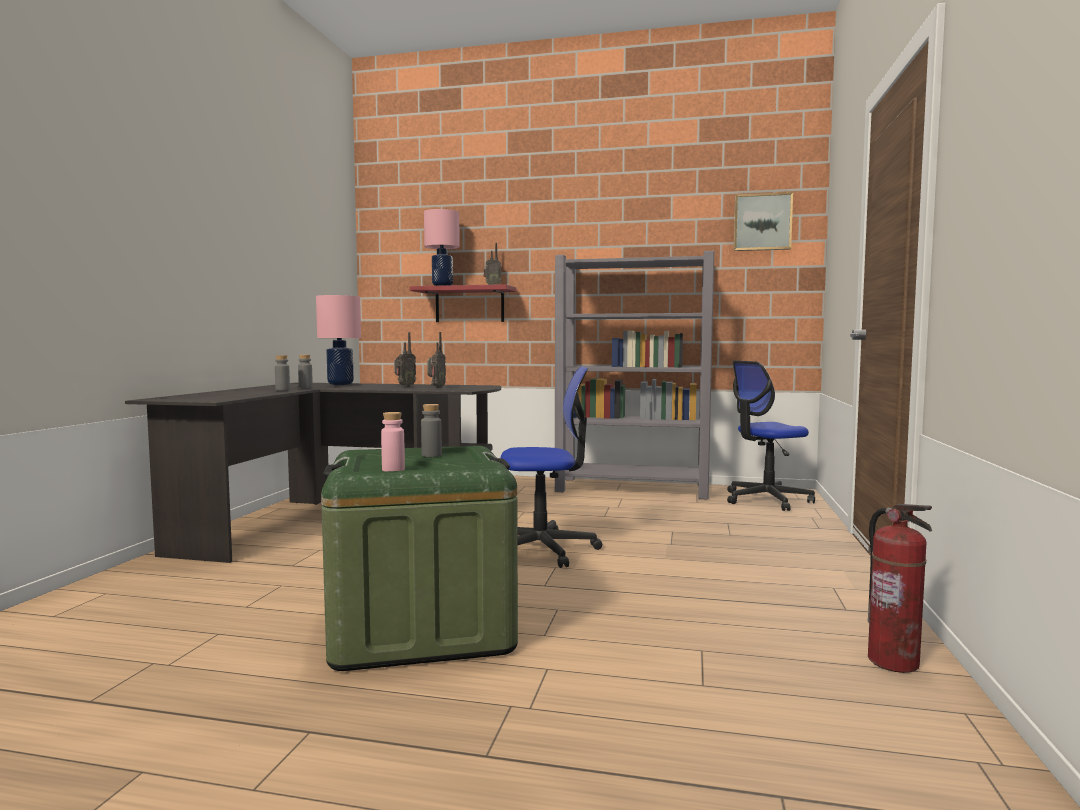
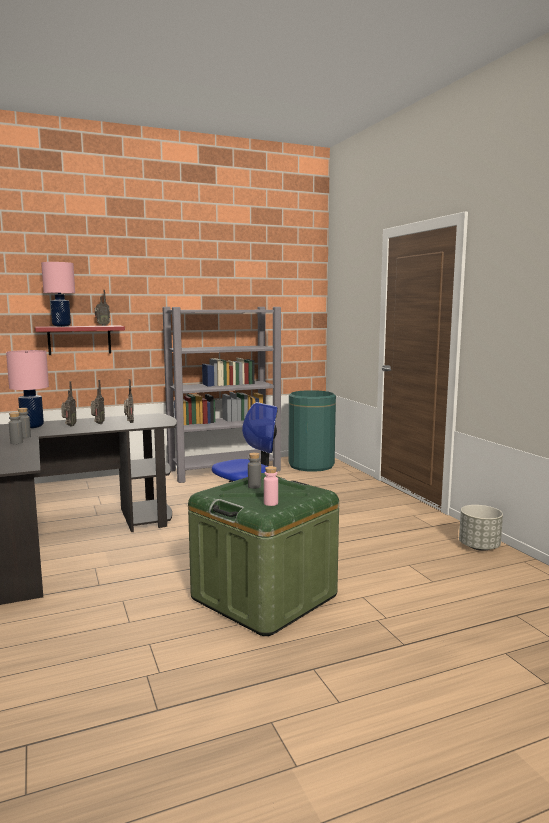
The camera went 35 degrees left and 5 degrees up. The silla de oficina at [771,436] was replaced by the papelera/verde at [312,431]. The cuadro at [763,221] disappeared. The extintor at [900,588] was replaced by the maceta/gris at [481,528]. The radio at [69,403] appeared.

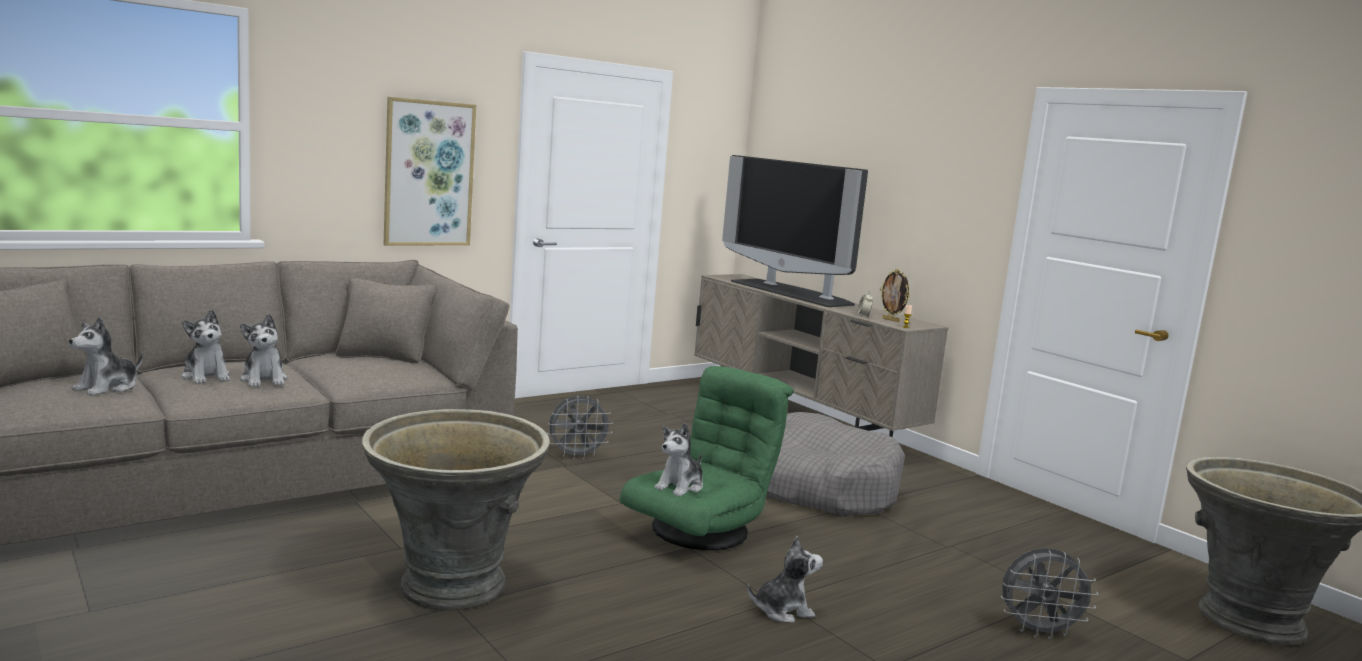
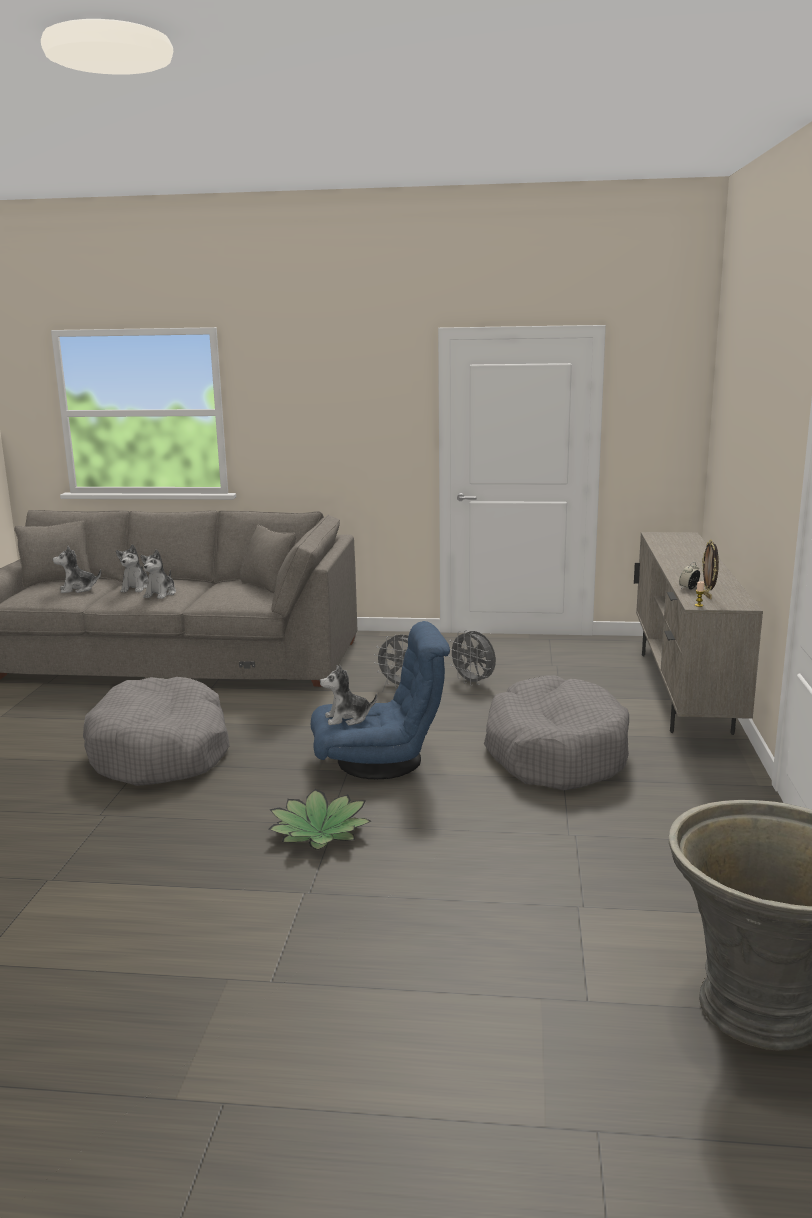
The camera went 45 degrees right and 5 degrees up. The maceta/gris at [456,510] was replaced by the cama para perro/gris at [156,731]. The cuadro at [430,171] disappeared. The sillón/verde at [707,458] became the sillón/azul at [380,700]. The televisor at [795,231] disappeared. The peluche at [785,579] was replaced by the planta en maceta at [320,819]. The ventilador/gris moved from [1050,593] to [472,658].

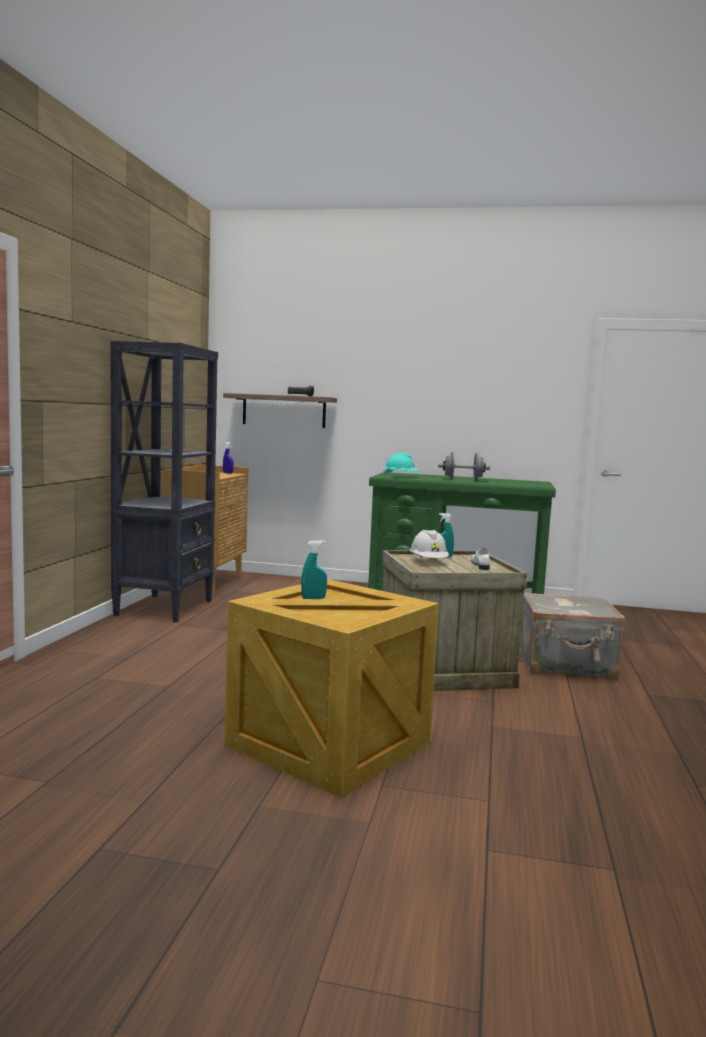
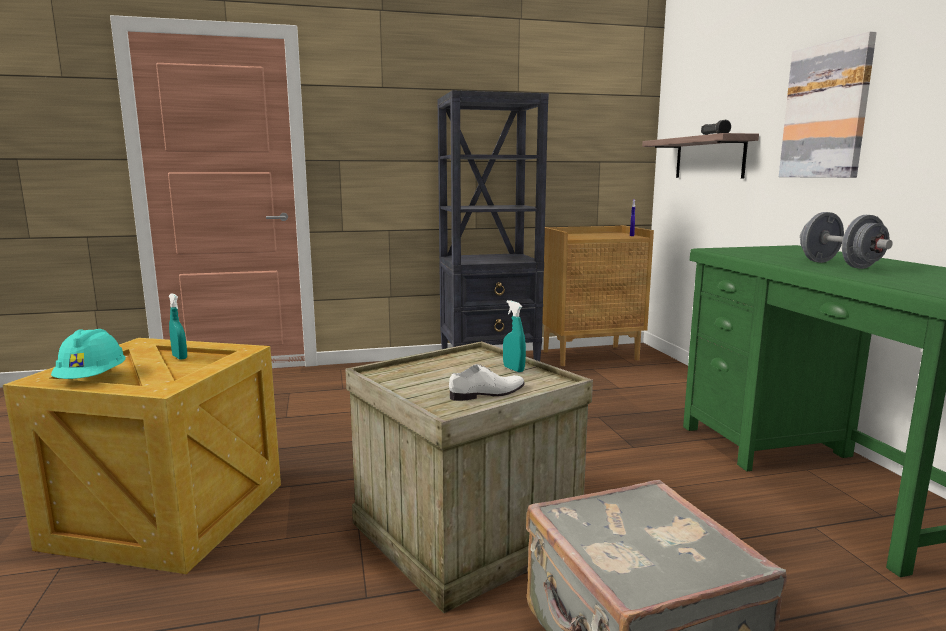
The camera went 65 degrees right and 5 degrees up. The casco/turquesa moved from [401,464] to [88,354]. The casco/blanco at [429,544] disappeared. The cuadro at [828,104] appeared.

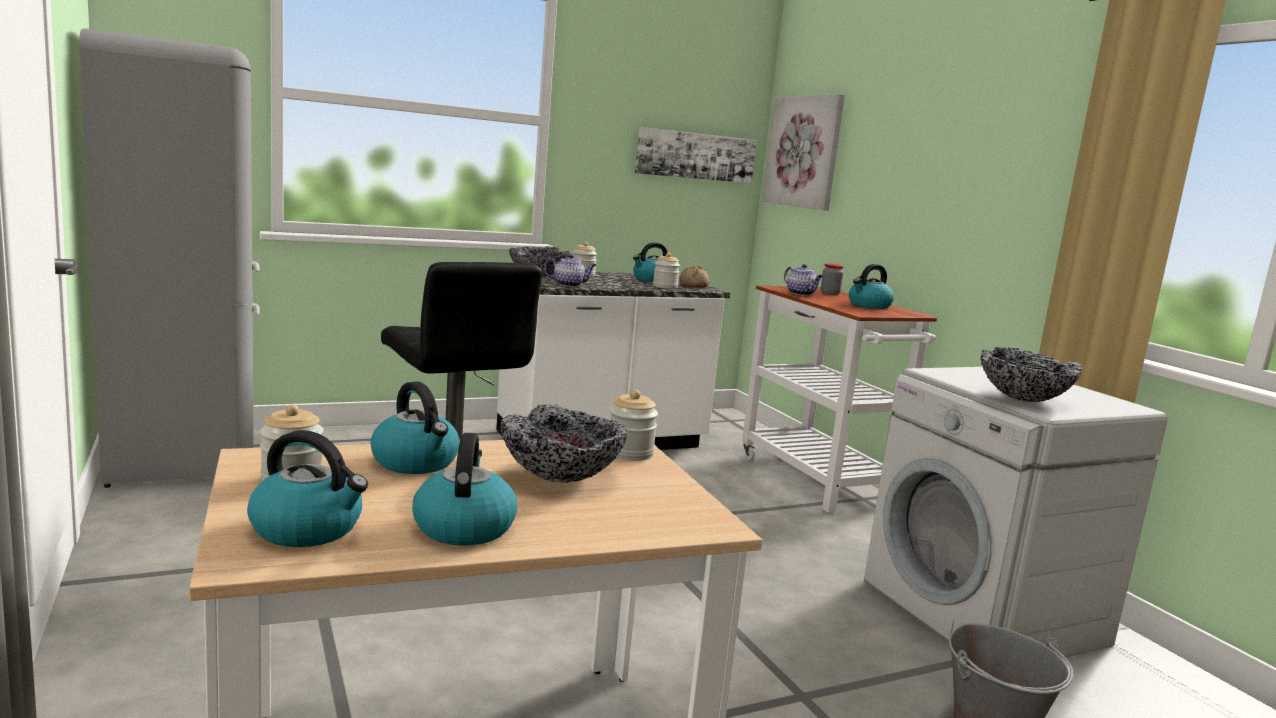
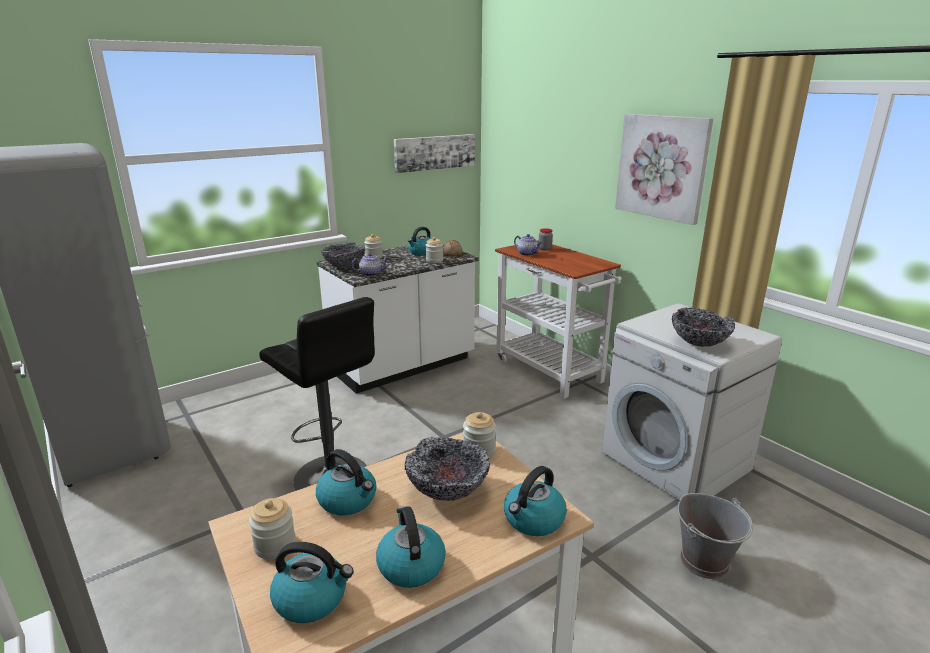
The camera went 10 degrees left and 10 degrees up. The cuadro moved from [803,152] to [664,169]. The hervidor moved from [871,286] to [535,501].

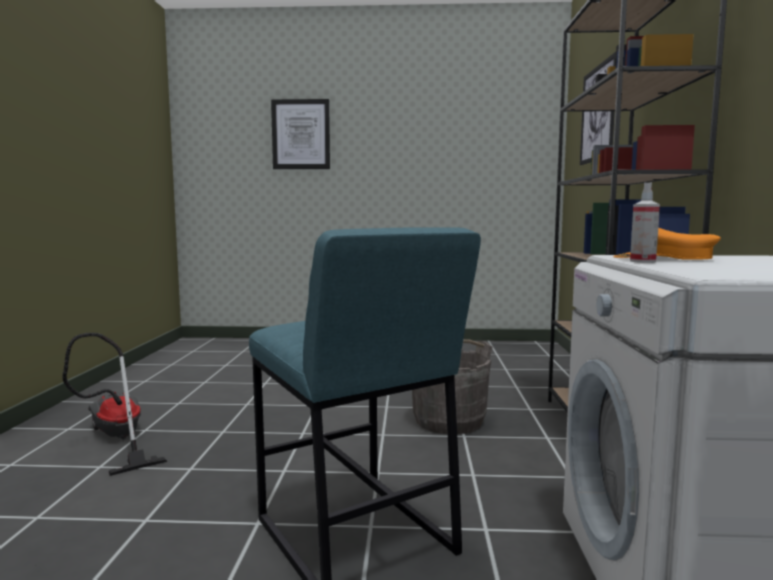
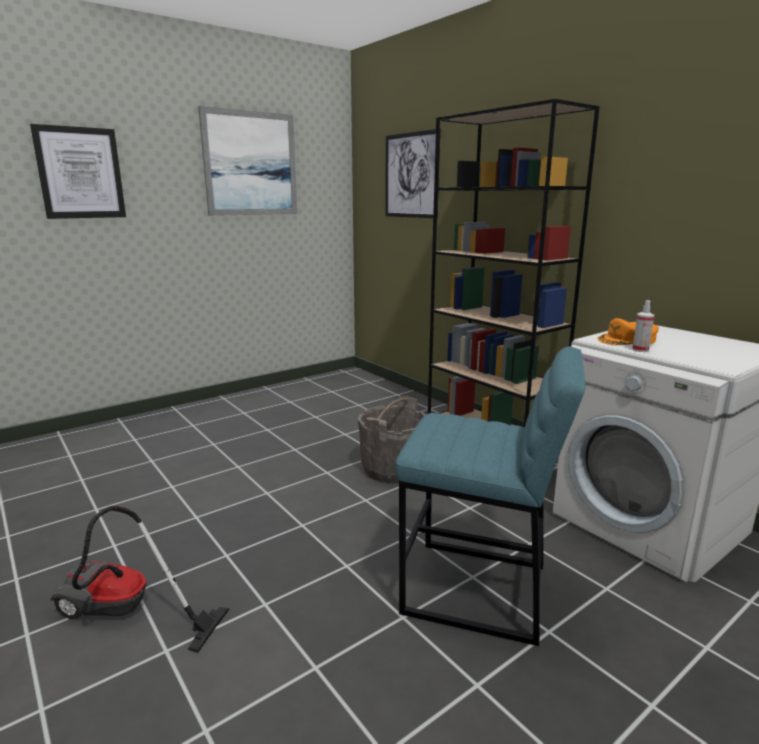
The camera went 40 degrees left and 10 degrees up. The cuadro at [247,161] appeared.

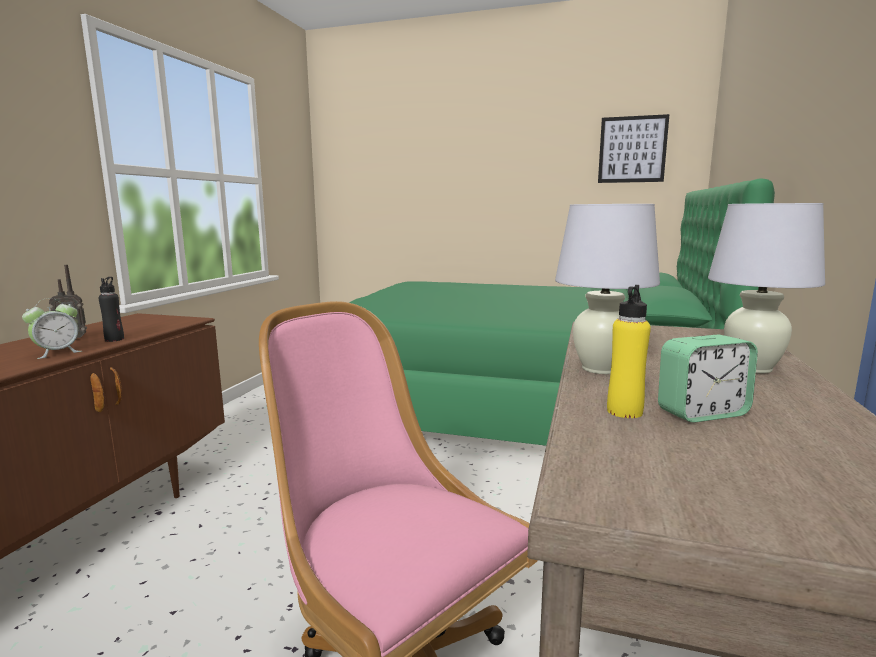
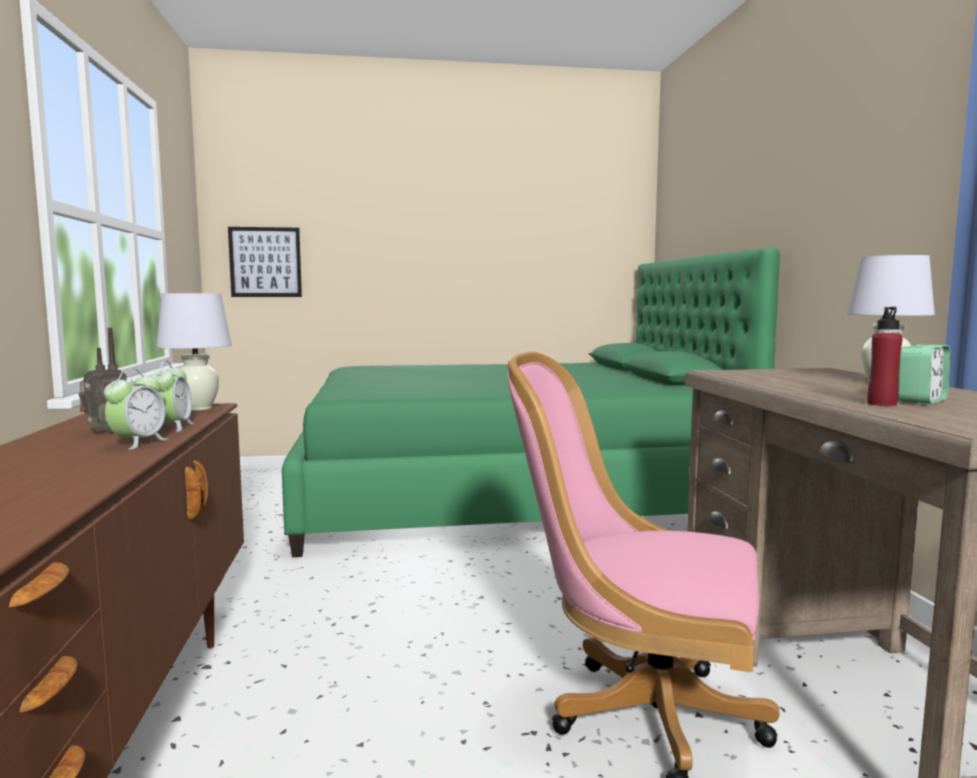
The camera went 25 degrees left and 5 degrees down. The botella/negro at [111,309] was replaced by the despertador at [172,396]. The lámpara de mesa/blanco moved from [607,289] to [194,352]. The cuadro moved from [634,148] to [265,262]. The botella/amarillo at [629,351] became the botella/rojo at [885,356].

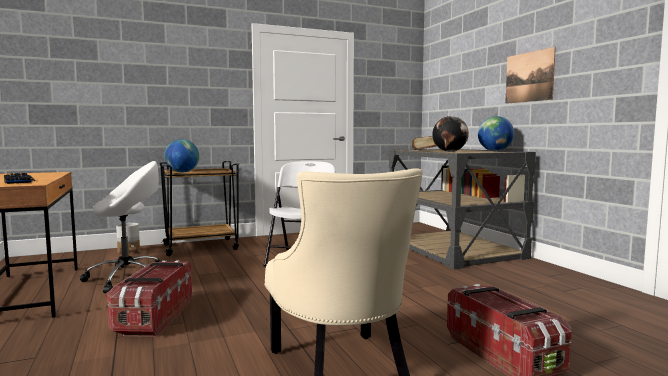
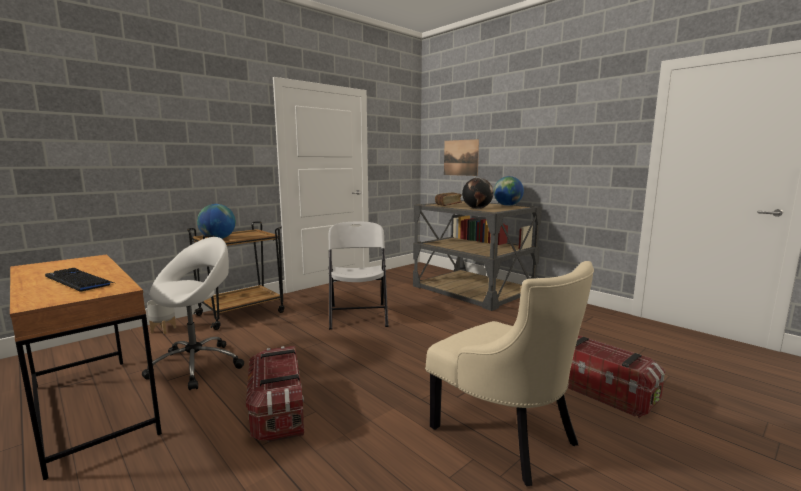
The camera went 20 degrees left and 5 degrees up. The cuadro moved from [530,75] to [461,157].

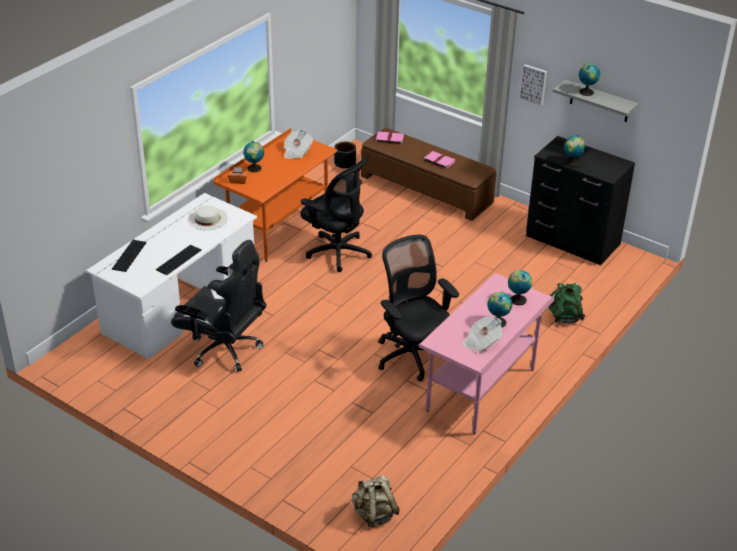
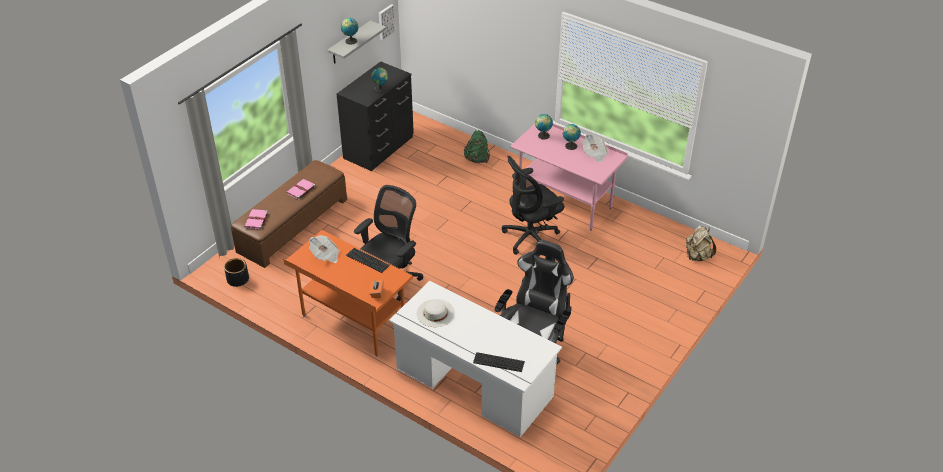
The camera went 90 degrees left and 5 degrees up. The teclado moved from [178,260] to [368,260]. The globo terráqueo at [253,156] disappeared. The cuadro moved from [533,85] to [387,22].

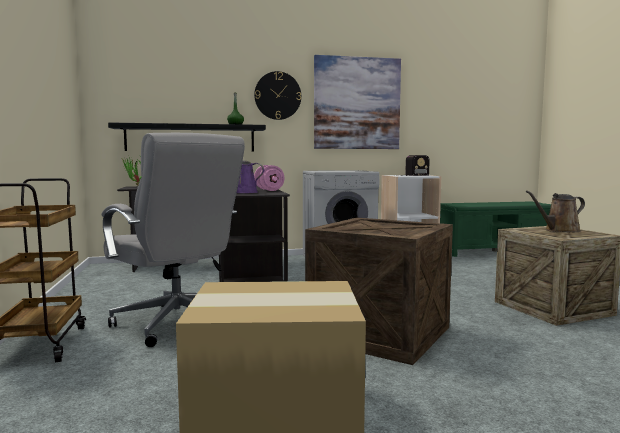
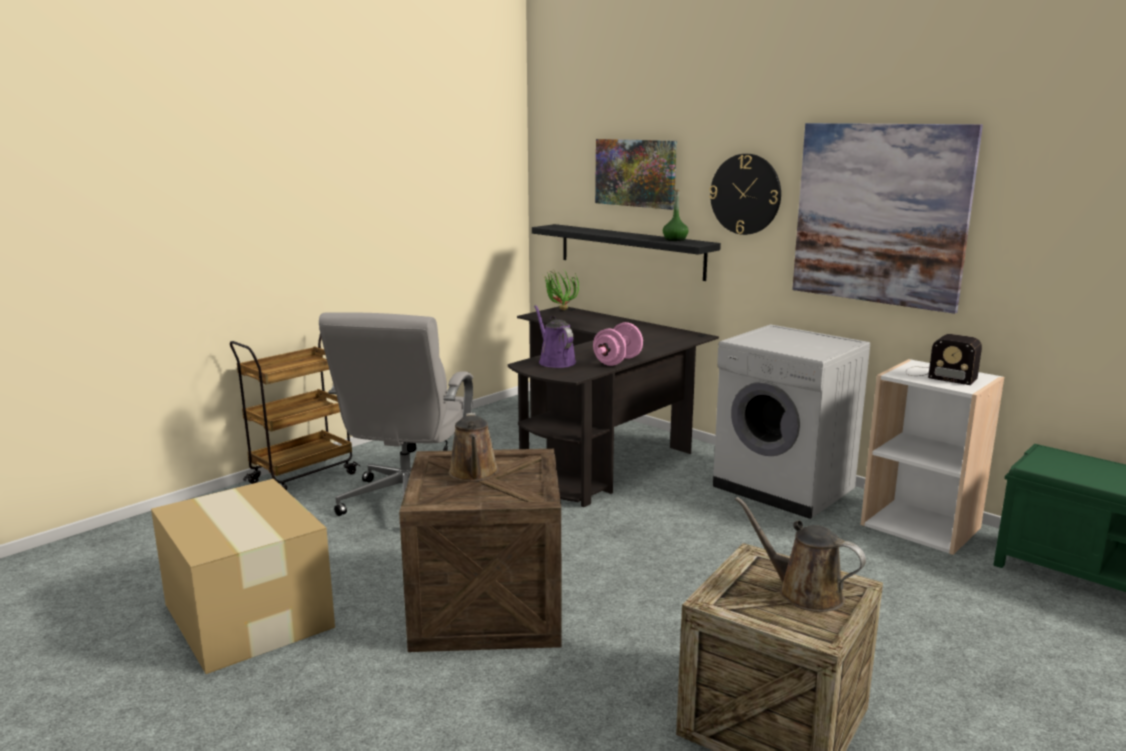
The camera went 55 degrees right and 10 degrees up. The regadera/marrón at [474,447] appeared. The cuadro at [636,174] appeared.

